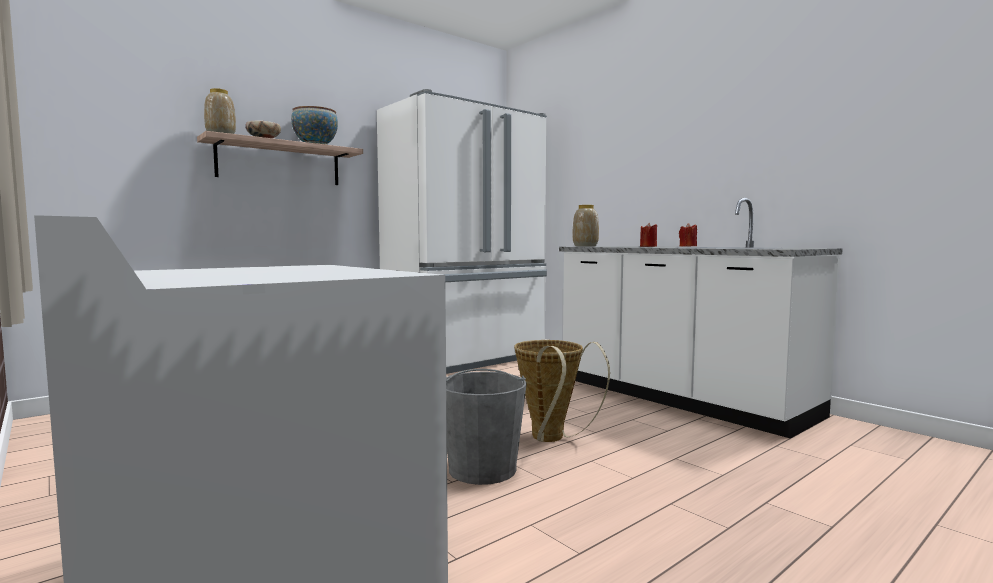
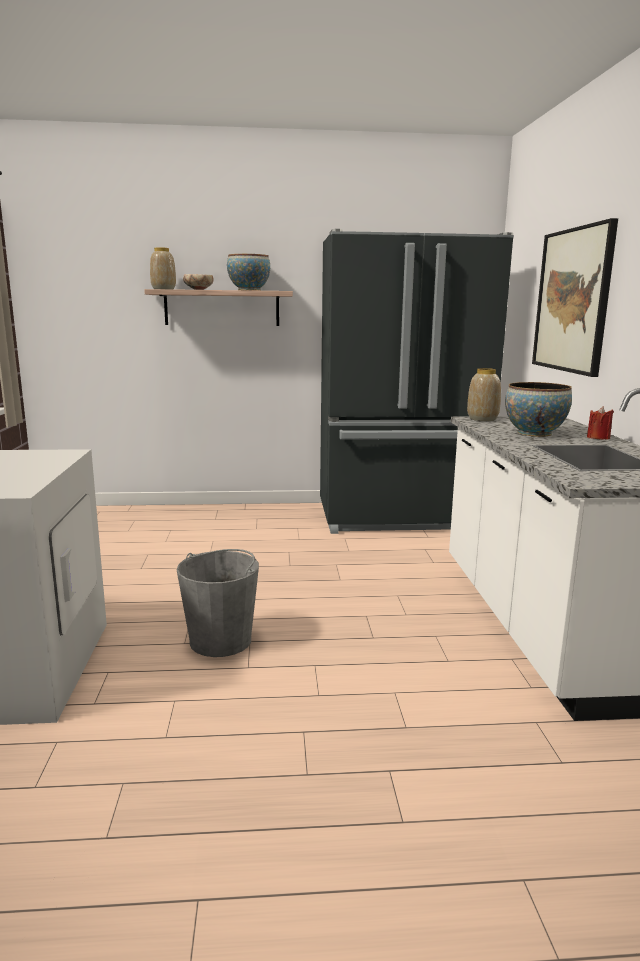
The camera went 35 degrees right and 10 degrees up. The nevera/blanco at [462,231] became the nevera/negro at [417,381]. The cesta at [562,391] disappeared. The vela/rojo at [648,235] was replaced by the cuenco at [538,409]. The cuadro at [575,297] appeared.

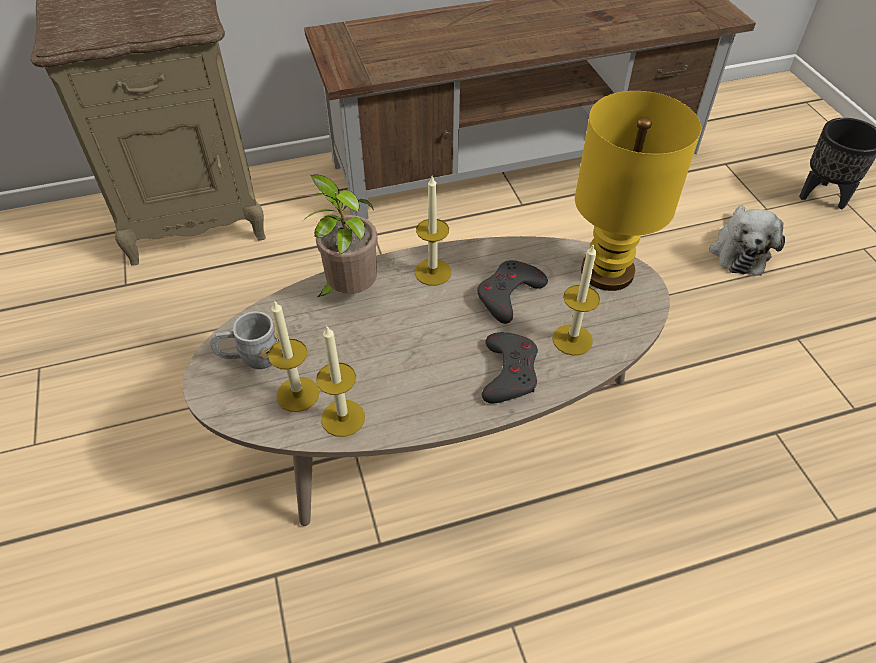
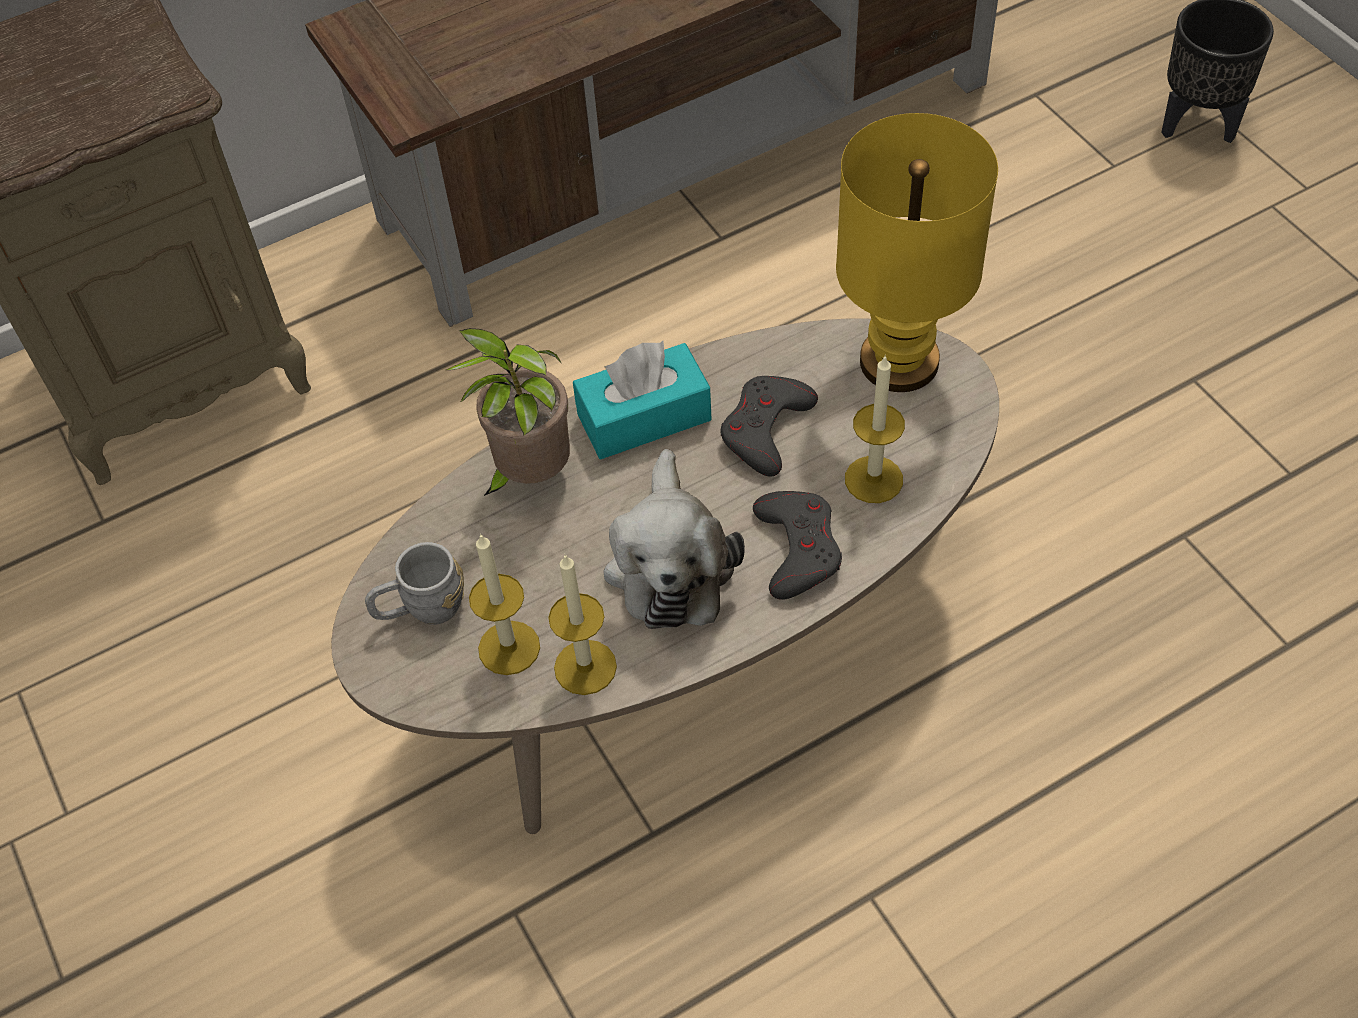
The camera went 10 degrees left and 5 degrees up. The vela at [433,230] was replaced by the caja de pañuelos/turquesa at [642,400]. The peluche moved from [747,240] to [674,539].

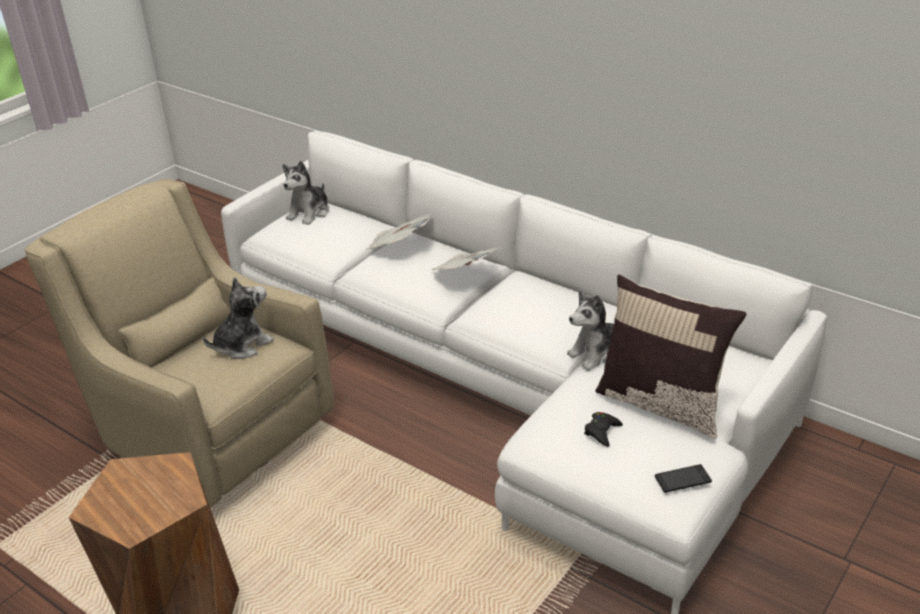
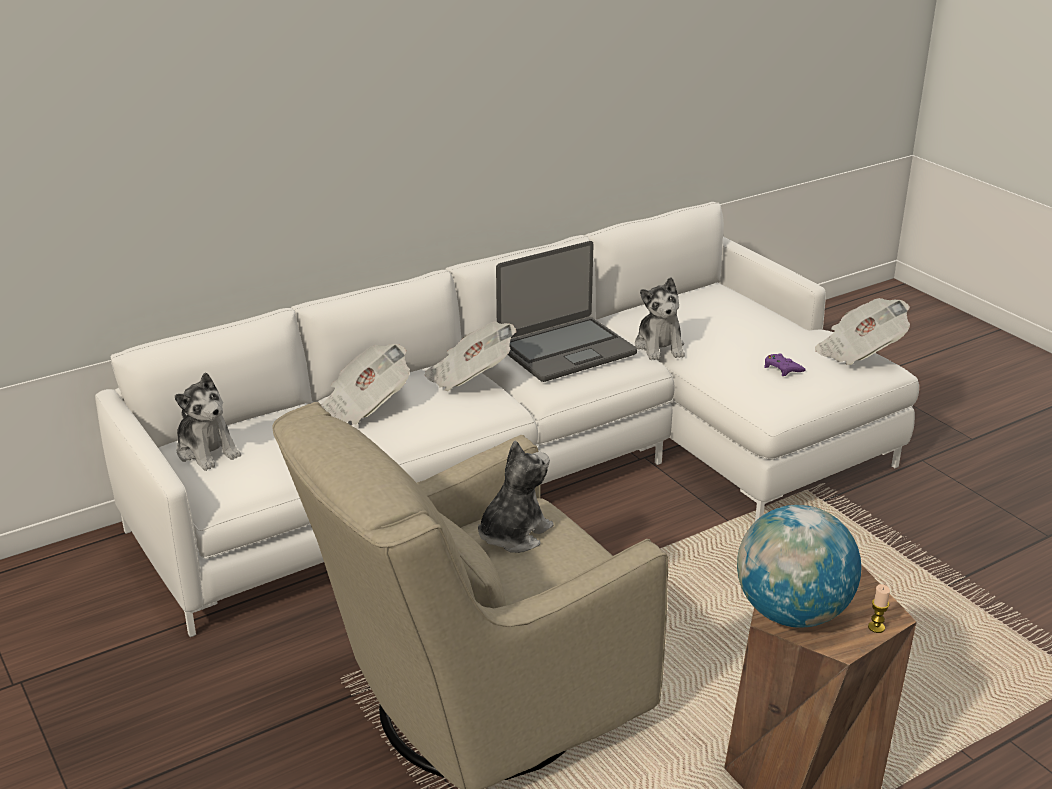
The camera went 70 degrees left and 5 degrees down. The peluche at [238,318] turned 60 degrees clockwise. The mando de consola/negro at [603,429] became the mando de consola/morado at [785,364]. The cojín at [671,357] disappeared. The móvil at [683,478] was replaced by the periódico at [862,331]. The portátil at [566,311] appeared. The globo terráqueo at [799,566] appeared. The vela at [879,608] appeared.

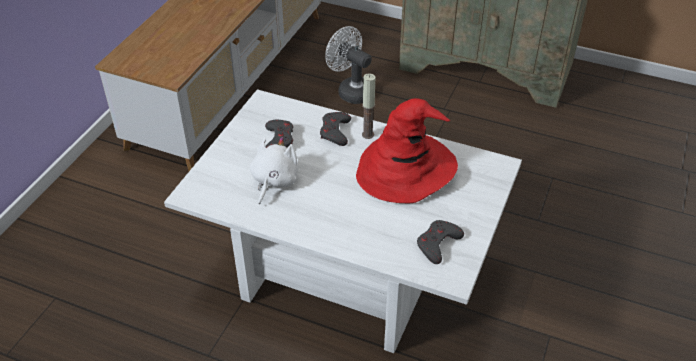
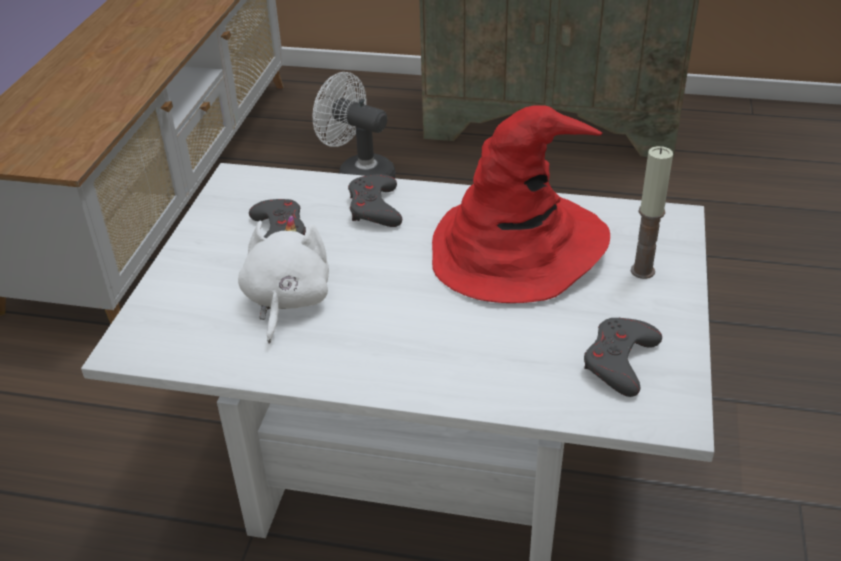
The camera went 10 degrees left and 5 degrees down. The vela moved from [368,106] to [652,212].

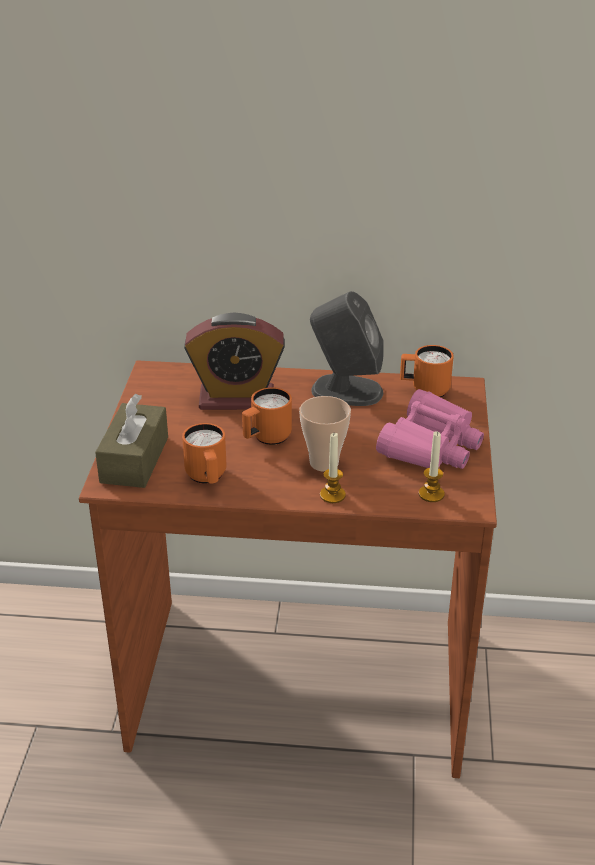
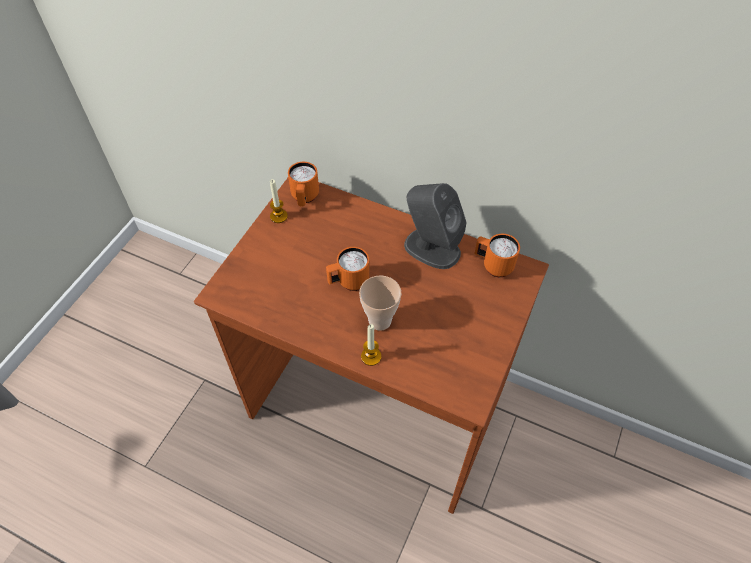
The camera went 20 degrees right and 20 degrees up. The caja de pañuelos/marrón at [131,441] disappeared. The taza grande/naranja moved from [204,453] to [303,184]. The despertador at [234,361] disappeared. The prismáticos/rosa at [430,429] disappeared. The vela moved from [432,466] to [279,201].

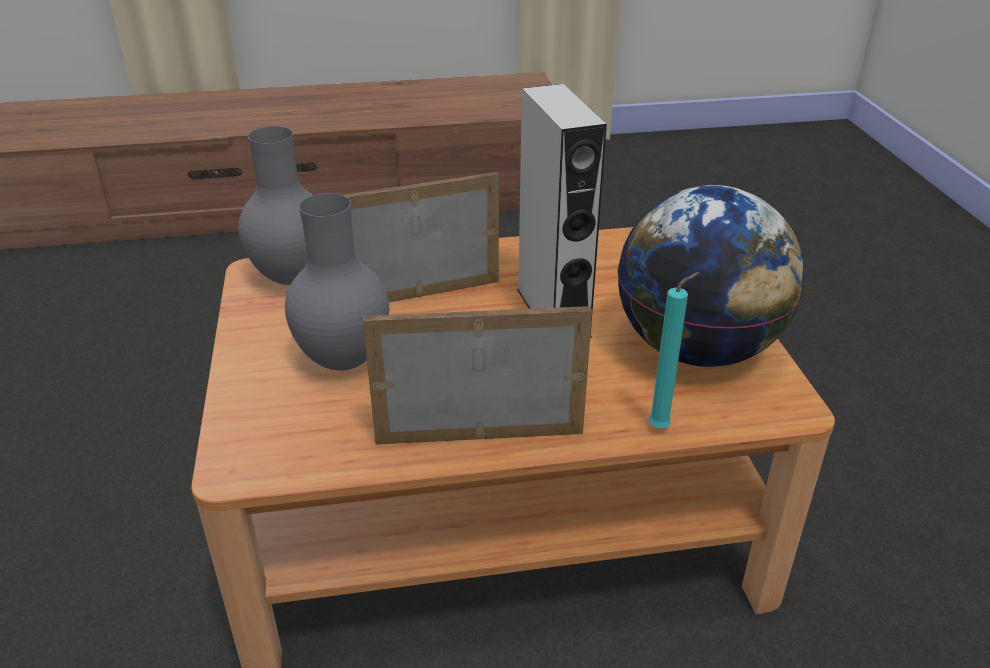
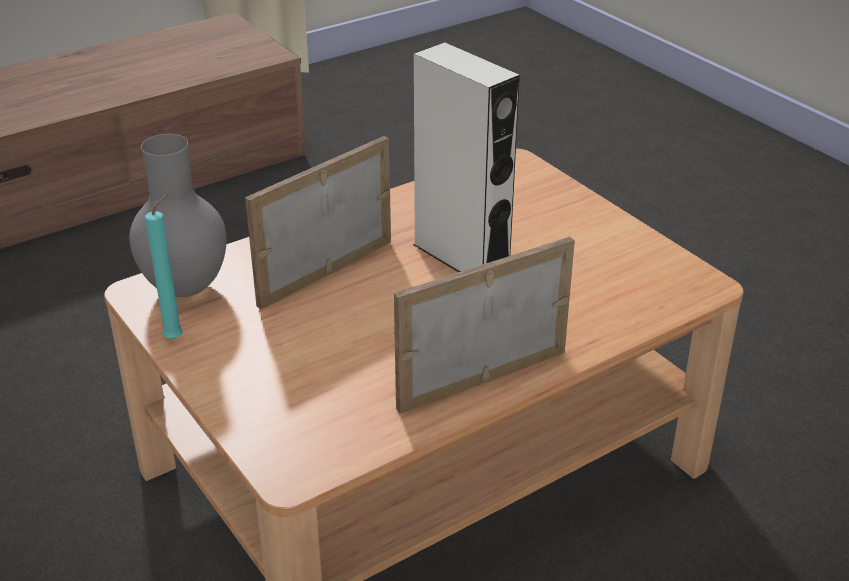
The camera went 25 degrees left and 0 degrees up. The florero/gris at [337,282] disappeared. The globo terráqueo at [710,276] disappeared. The vela/turquesa moved from [674,350] to [164,266].

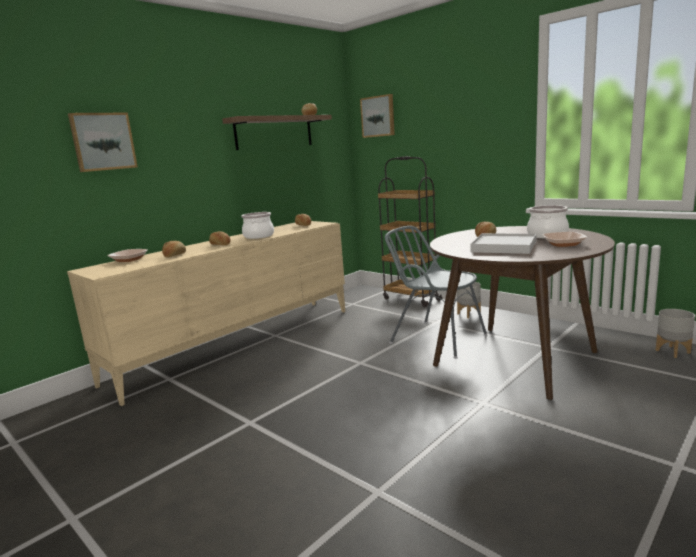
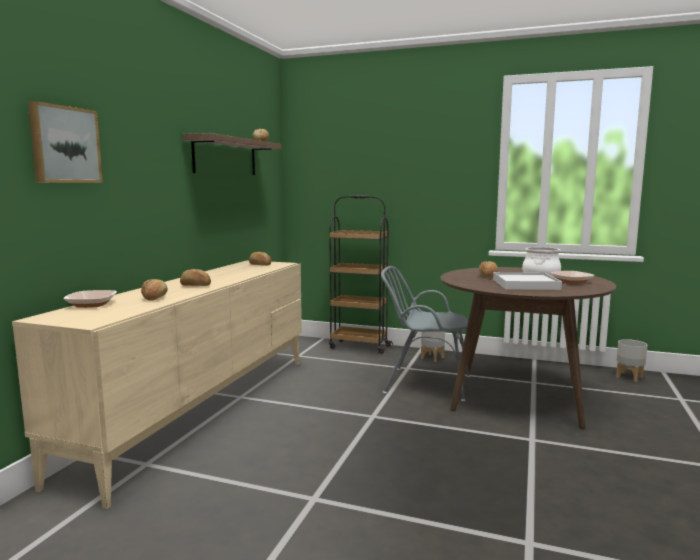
The camera went 25 degrees left and 5 degrees down. The olla at [257,225] disappeared. The cuadro at [377,116] disappeared.

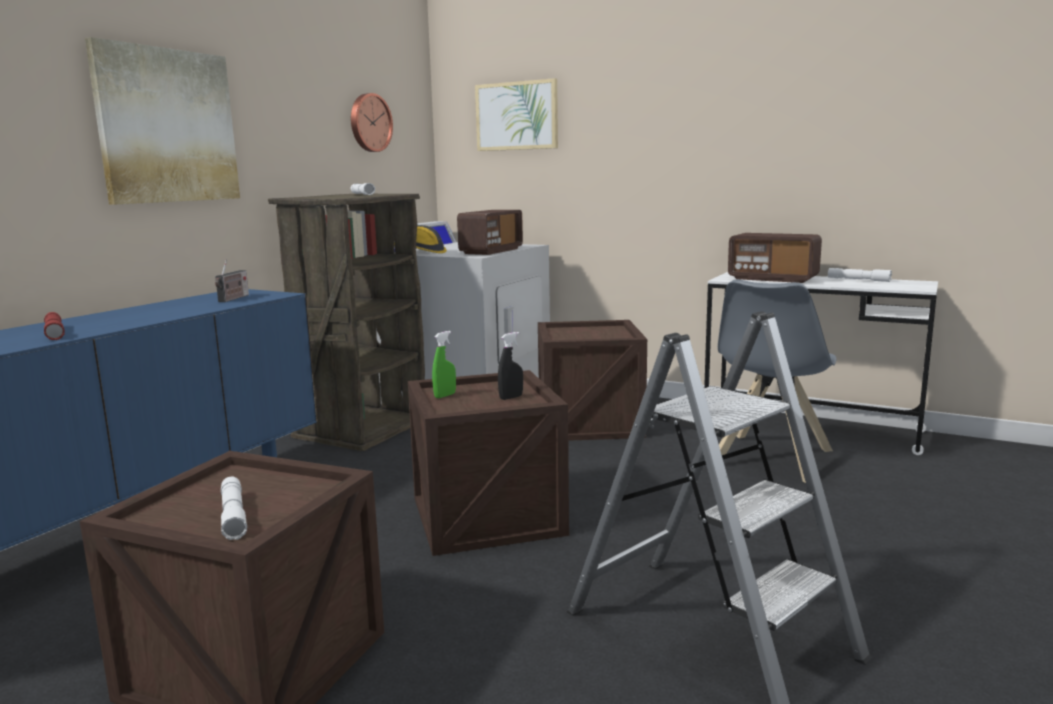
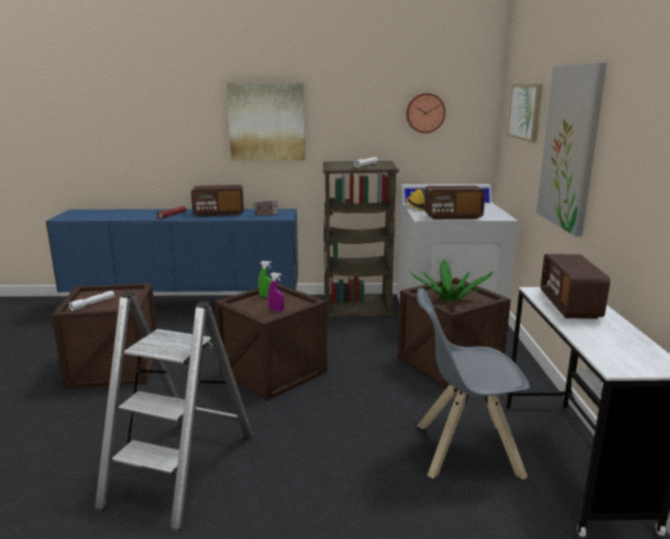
The camera went 60 degrees right and 5 degrees up. The pulverizador/negro at [510,366] became the pulverizador/morado at [276,292]. The linterna/blanco at [860,275] disappeared. The radio at [217,200] appeared. The planta en maceta at [452,279] appeared. The cuadro at [571,150] appeared.

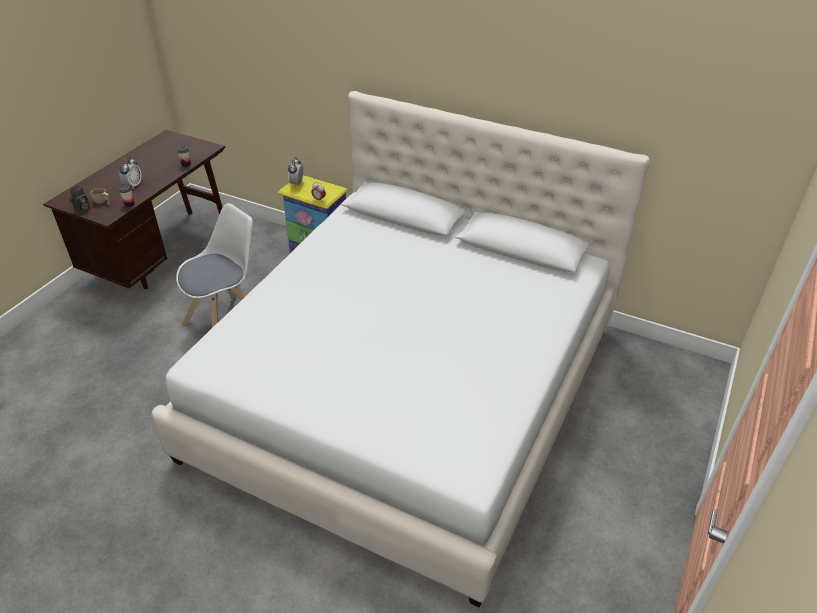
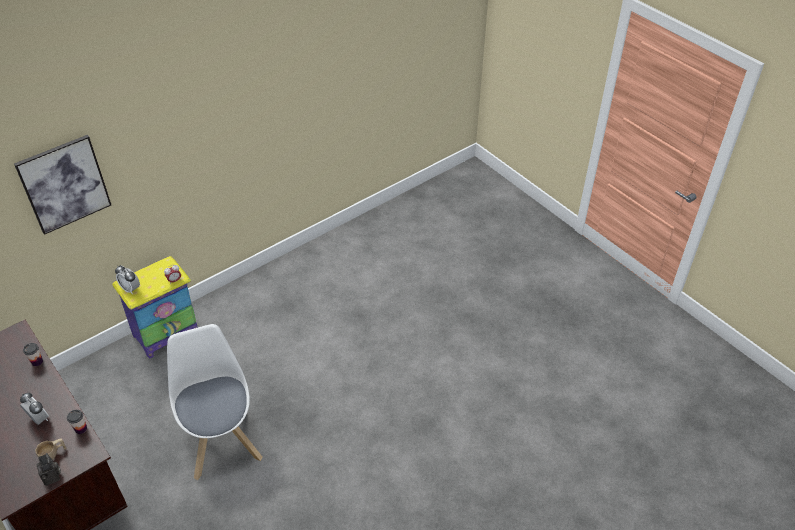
The camera went 65 degrees left and 5 degrees up. The cama/blanco at [401,349] disappeared. The cuadro at [62,185] appeared.

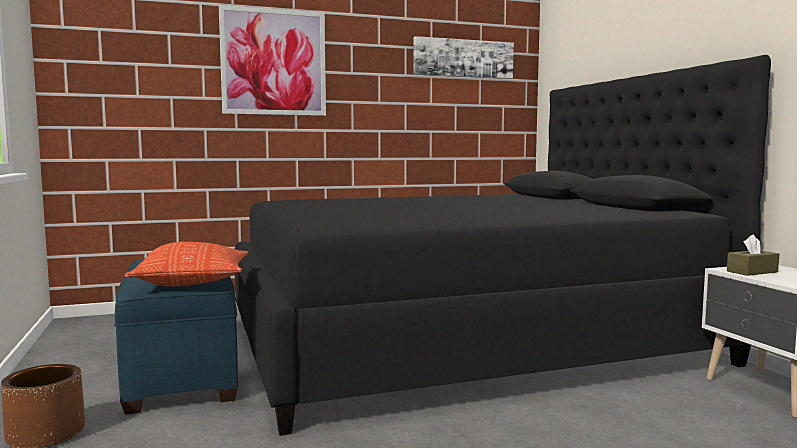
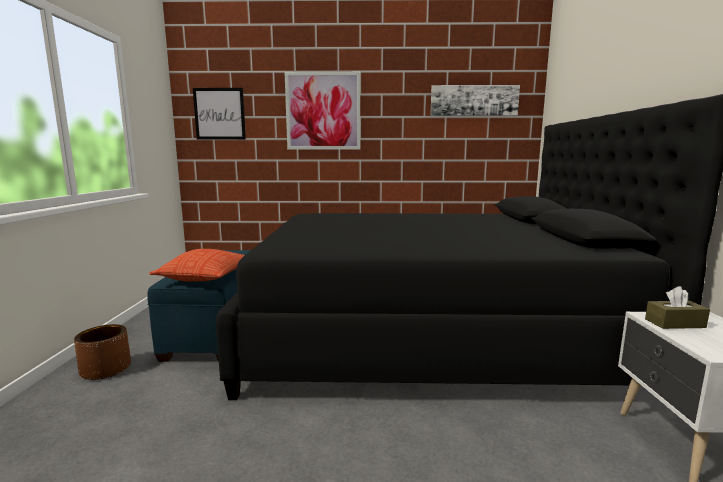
The camera went 20 degrees right and 5 degrees up. The cuadro at [219,114] appeared.

